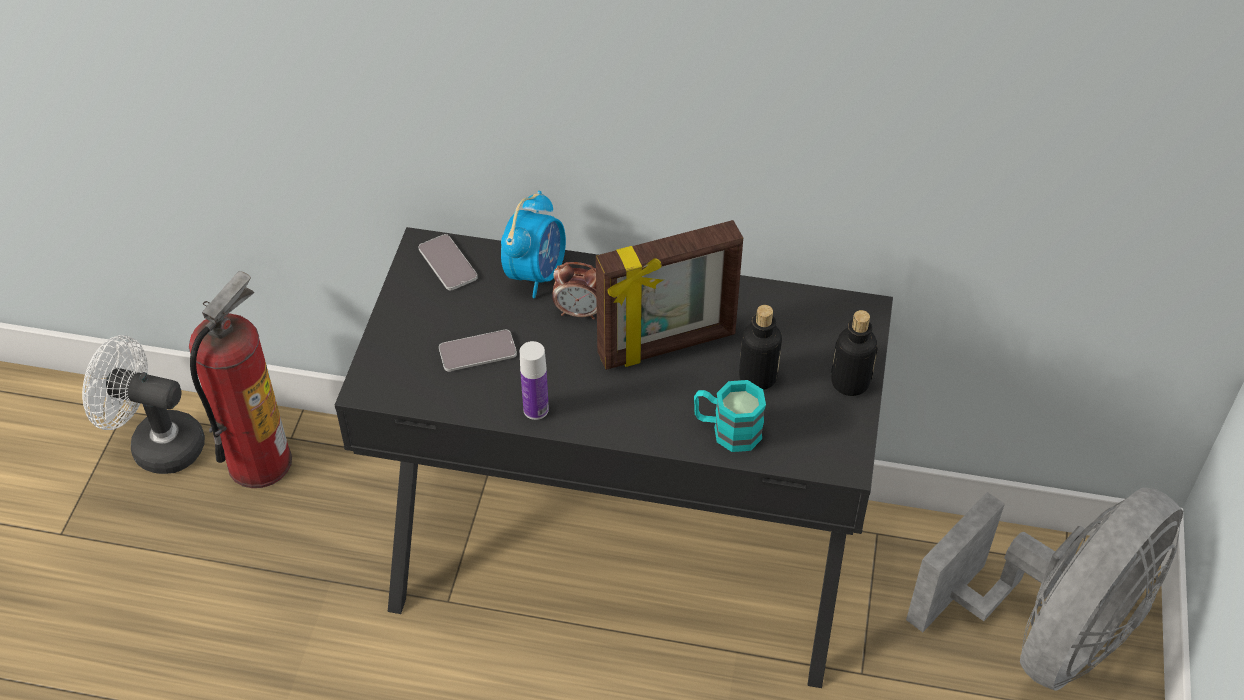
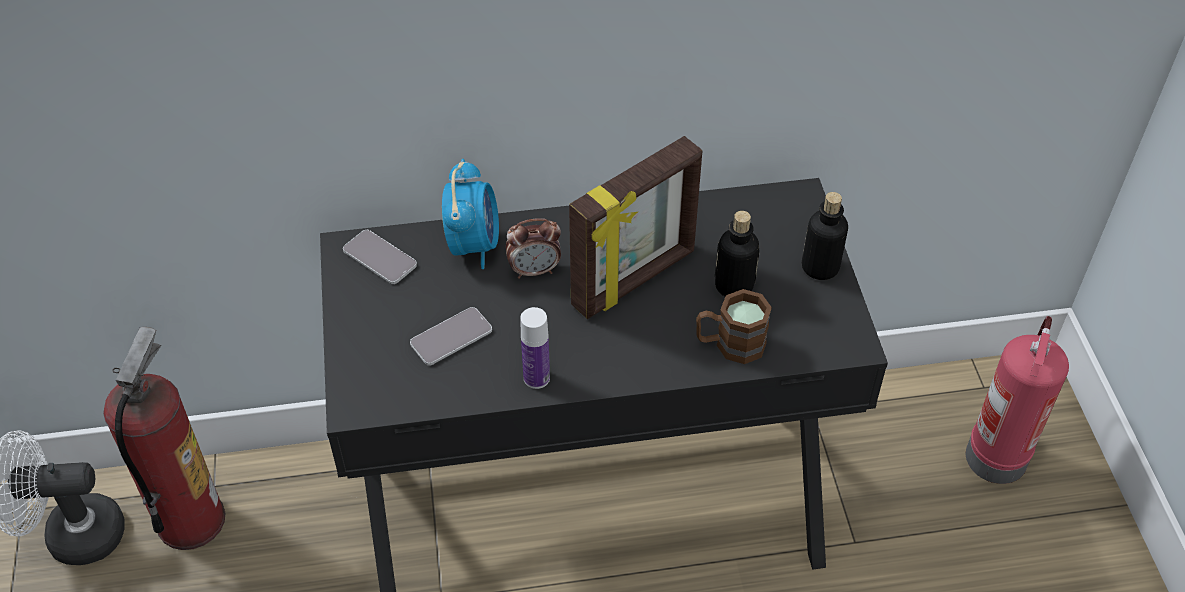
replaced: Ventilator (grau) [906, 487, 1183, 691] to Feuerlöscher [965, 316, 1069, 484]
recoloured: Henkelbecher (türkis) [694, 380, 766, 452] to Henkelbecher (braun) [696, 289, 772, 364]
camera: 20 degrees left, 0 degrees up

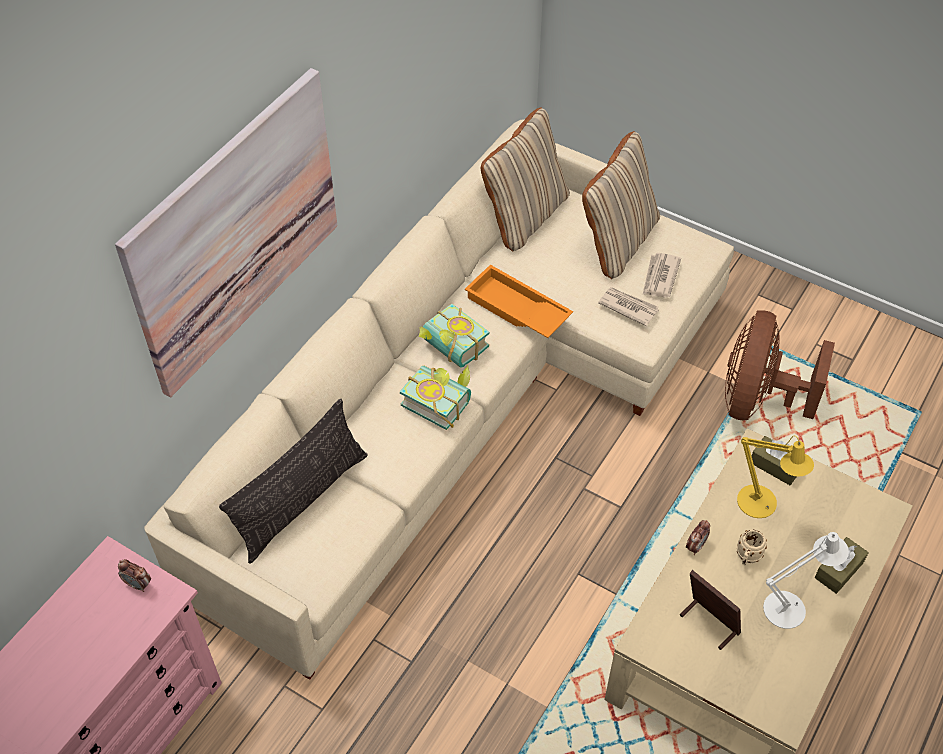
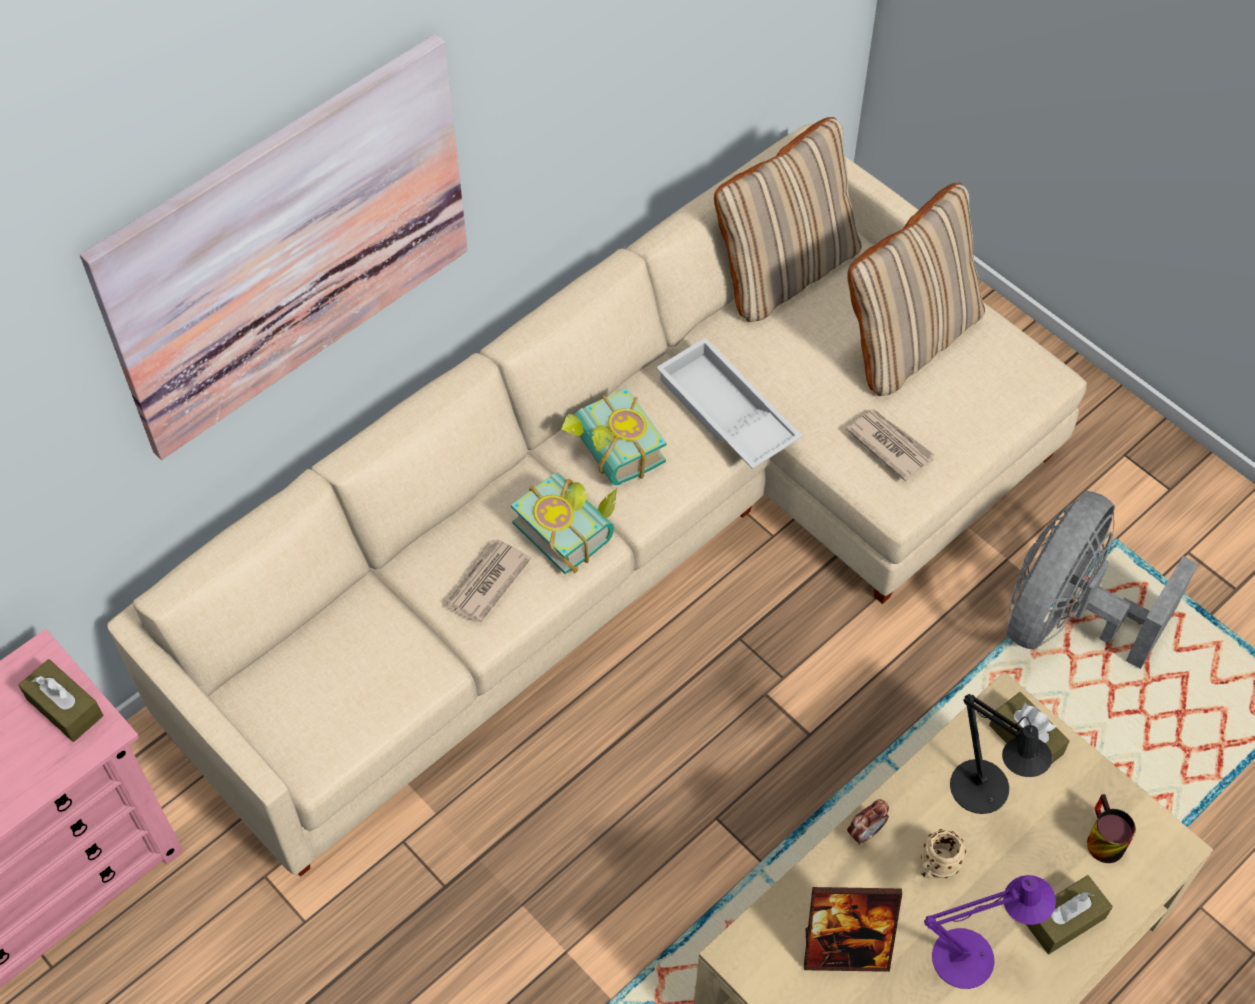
removed: Kissen [219, 399, 368, 563]
added: Henkelbecher [1087, 794, 1136, 863]
moved: Zeitung [643, 253, 681, 297] to [445, 539, 531, 622]
replaced: Wecker [118, 559, 151, 592] to Taschentuchbox (braun) [18, 659, 103, 742]
recoloured: Tablett (orange) [465, 265, 573, 338] to Tablett (weiß) [656, 337, 802, 469]; Ventilator (braun) [725, 310, 835, 420] to Ventilator (grau) [1007, 491, 1198, 669]; Tischlampe (gelb) [737, 435, 814, 518] to Tischlampe (schwarz) [950, 694, 1052, 814]; Tischlampe (weiß) [763, 532, 849, 629] to Tischlampe (lila) [924, 875, 1056, 989]
turned: Bilderrahmen [680, 570, 741, 650] = [804, 887, 902, 972] 120 degrees clockwise
camera: 15 degrees right, 5 degrees up

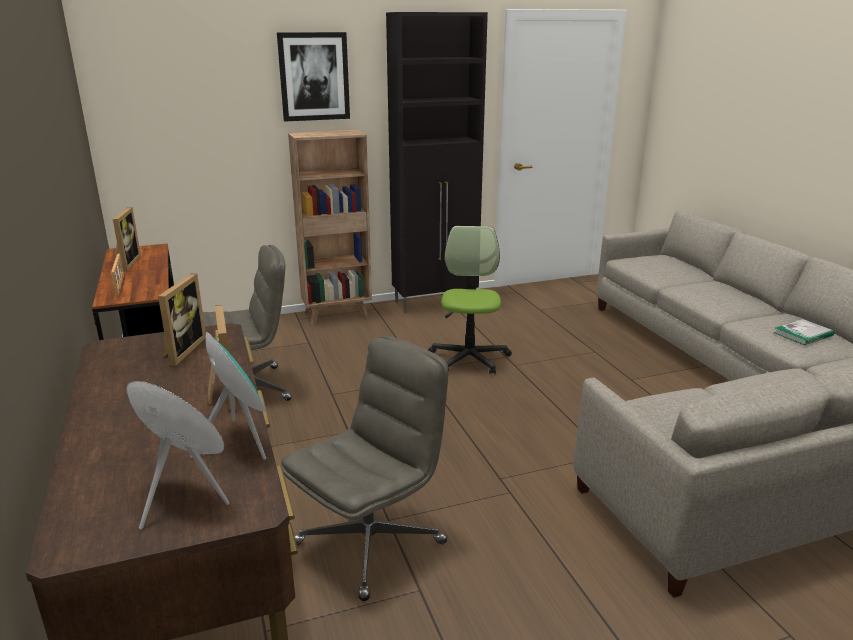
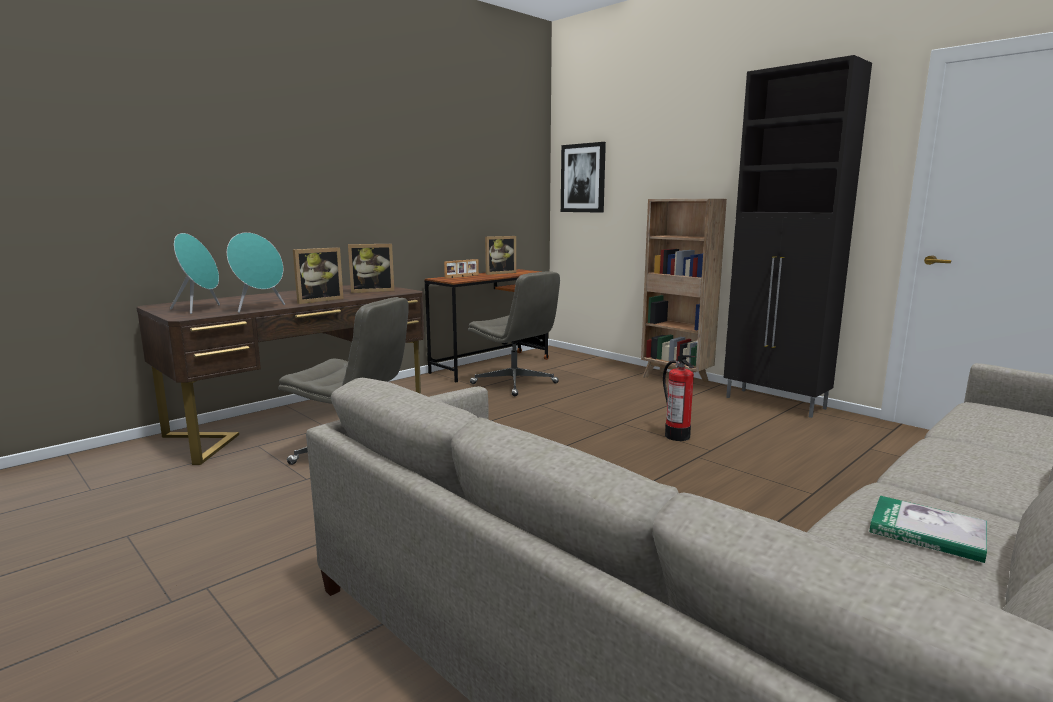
moved: Bild [277, 32, 350, 121] to [561, 142, 606, 213]
replaced: Bürostuhl [428, 226, 512, 374] to Feuerlöscher [663, 355, 696, 441]
camera: 65 degrees right, 10 degrees down

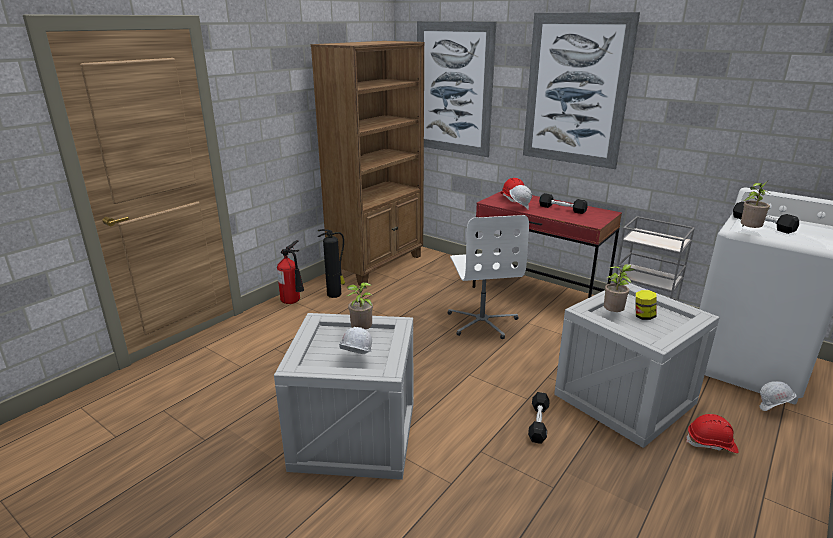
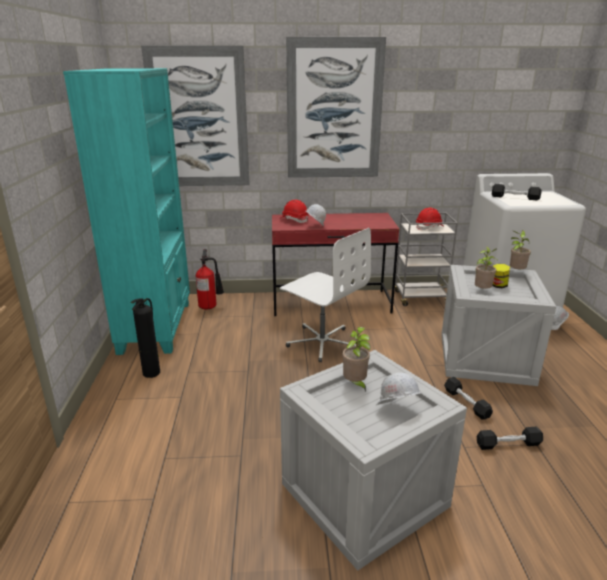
moved: Topfpflanze [741, 181, 770, 228] to [510, 230, 531, 269]; Hantel (schwarz) [539, 193, 588, 214] to [477, 427, 543, 450]; Feuerlöscher [277, 240, 304, 304] to [196, 249, 224, 310]; Schutzhelm (rot) [686, 414, 738, 453] to [416, 207, 443, 230]
recoloured: Bücherregal (braun) [311, 41, 424, 286] to Bücherregal (türkis) [63, 68, 190, 355]
camera: 40 degrees left, 0 degrees up

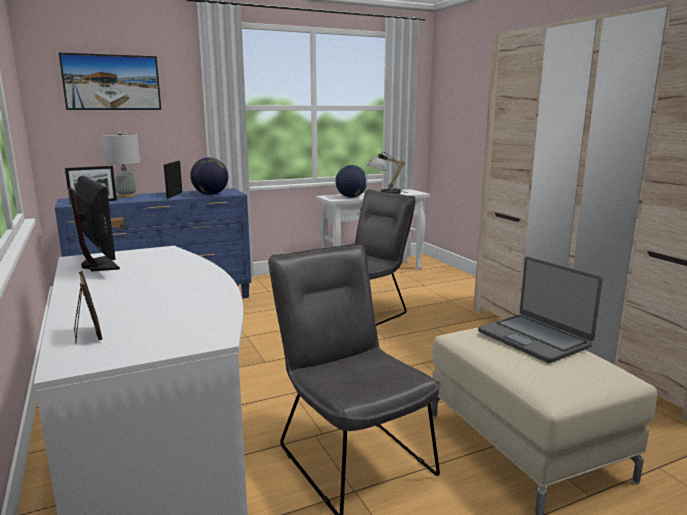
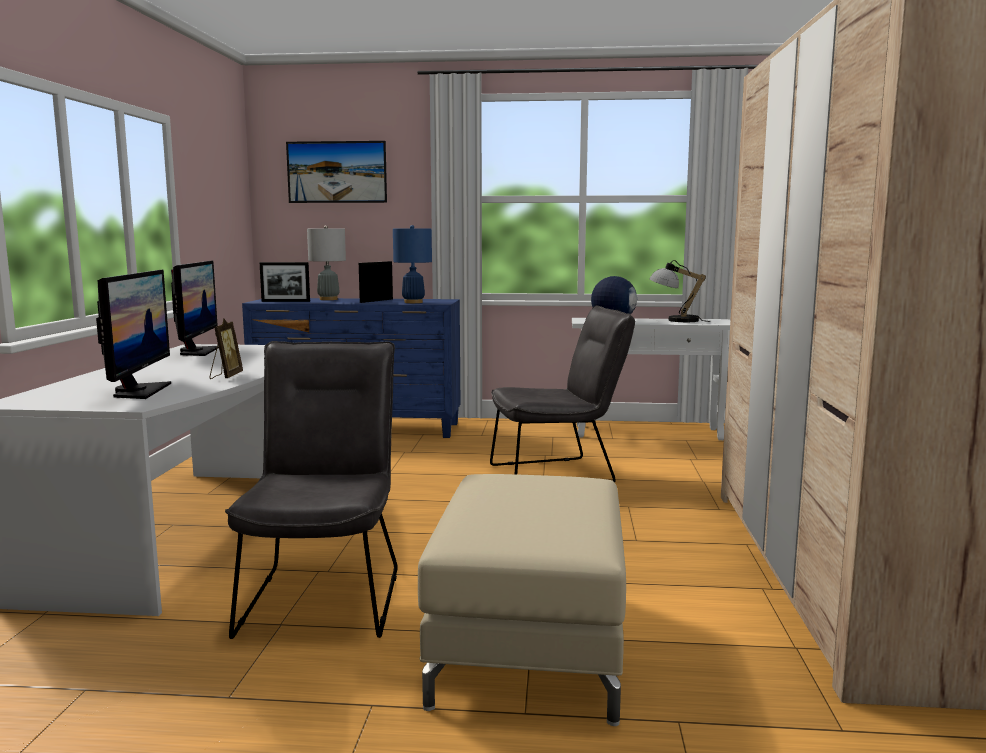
removed: Laptop [478, 257, 603, 363]
added: Monitor [96, 270, 171, 399]
moved: Bilderrahmen [74, 271, 103, 344] to [210, 318, 243, 379]
replaced: Globus [190, 157, 228, 195] to Tischlampe (blau) [393, 225, 432, 303]
camera: 30 degrees right, 5 degrees down

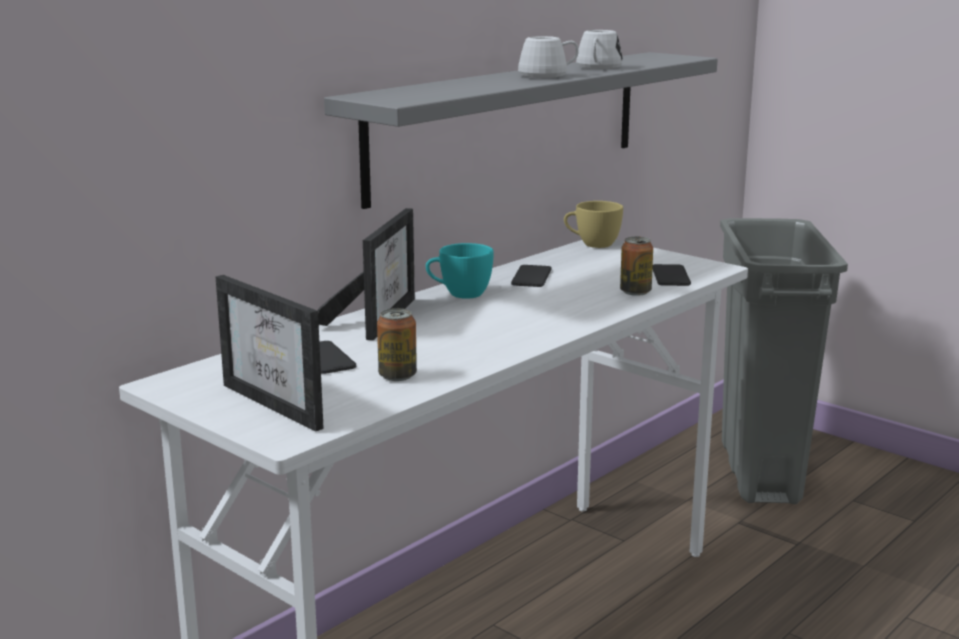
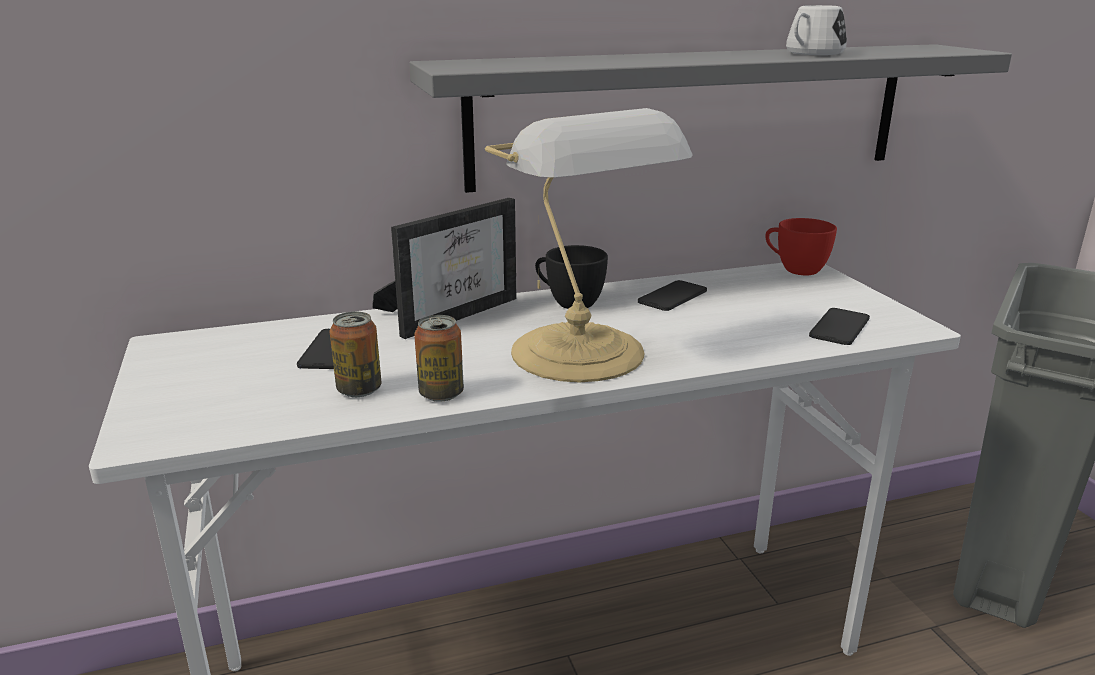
removed: Henkelbecher (weiß) [518, 36, 579, 78]; Bilderrahmen [216, 275, 324, 432]
added: Tischlampe [485, 108, 693, 383]
moved: Dose [620, 237, 653, 296] to [414, 315, 464, 402]
recoloured: Tasse (gelb) [564, 201, 623, 248] to Tasse (rot) [765, 218, 837, 275]; Tasse (türkis) [426, 243, 494, 299] to Tasse (schwarz) [535, 245, 608, 309]
camera: 30 degrees right, 5 degrees up

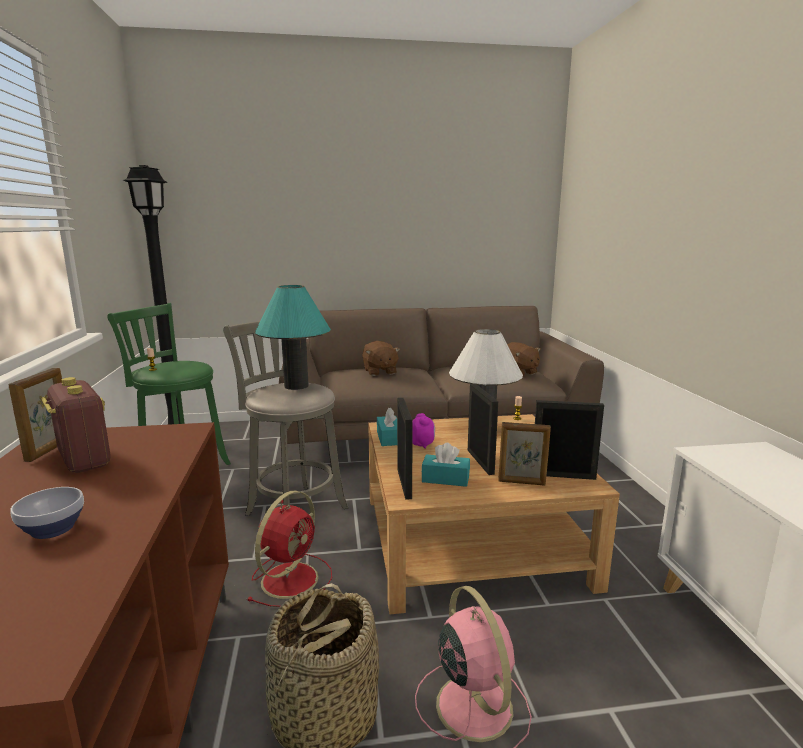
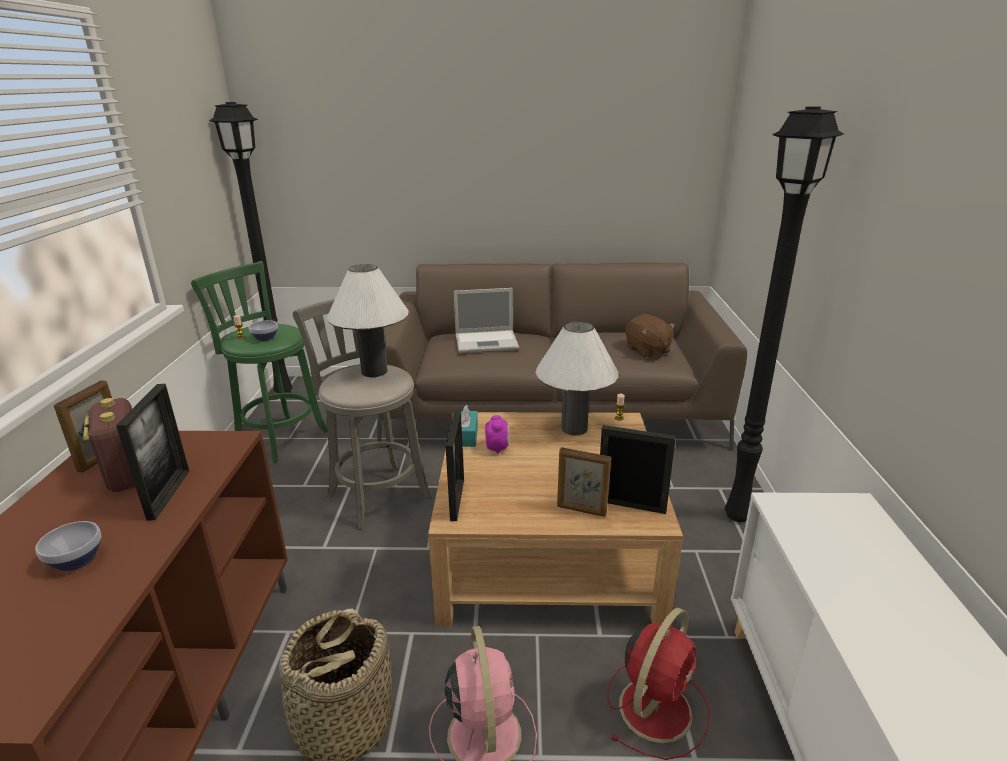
removed: Taschentuchbox (türkis) [422, 443, 470, 487]
added: Stehlampe (schwarz) [725, 106, 844, 522]; Schüssel [249, 320, 278, 341]
moved: Bilderrahmen [468, 384, 498, 475] to [116, 384, 189, 521]; Ventilator (rot) [247, 490, 332, 607] to [607, 607, 710, 760]
replaced: Plüschtier (braun) [362, 341, 400, 376] to Laptop [454, 288, 519, 353]
recoloured: Tischlampe (türkis) [255, 285, 331, 390] to Tischlampe (weiß) [327, 264, 409, 377]
camera: 10 degrees right, 10 degrees up

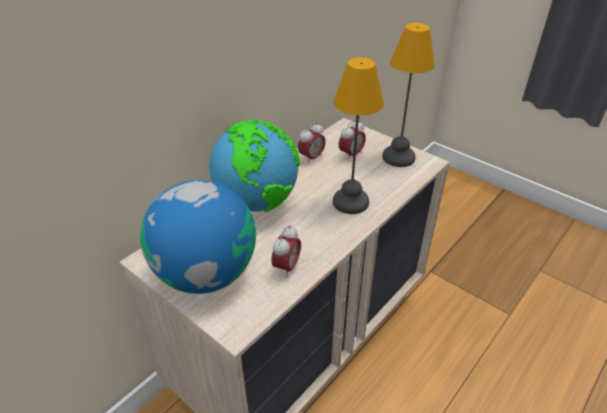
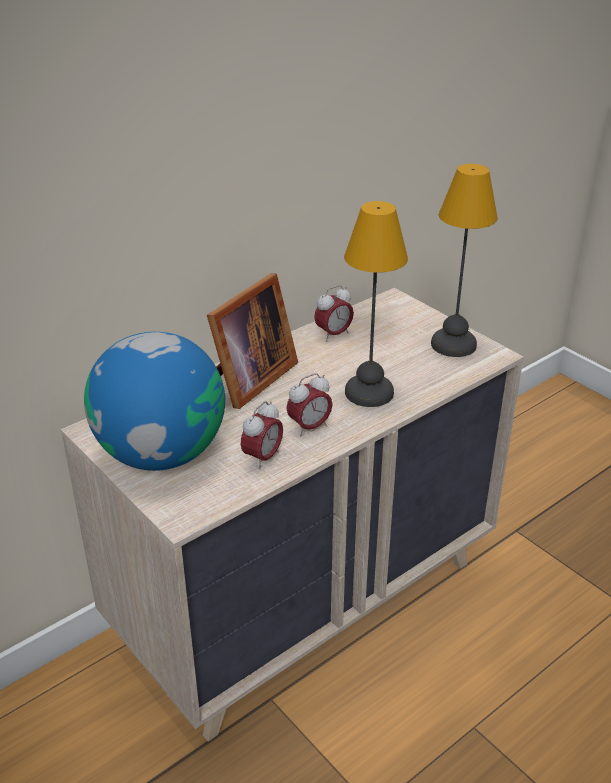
moved: Wecker [339, 120, 366, 161] to [286, 373, 333, 437]
replaced: Globus [209, 120, 300, 212] to Bilderrahmen [207, 273, 298, 409]
camera: 10 degrees right, 5 degrees down

